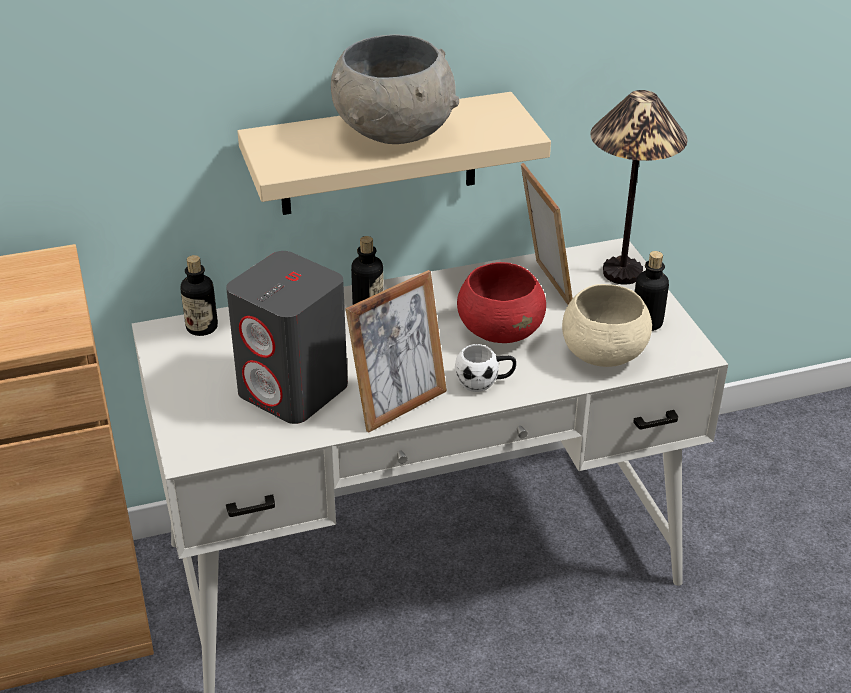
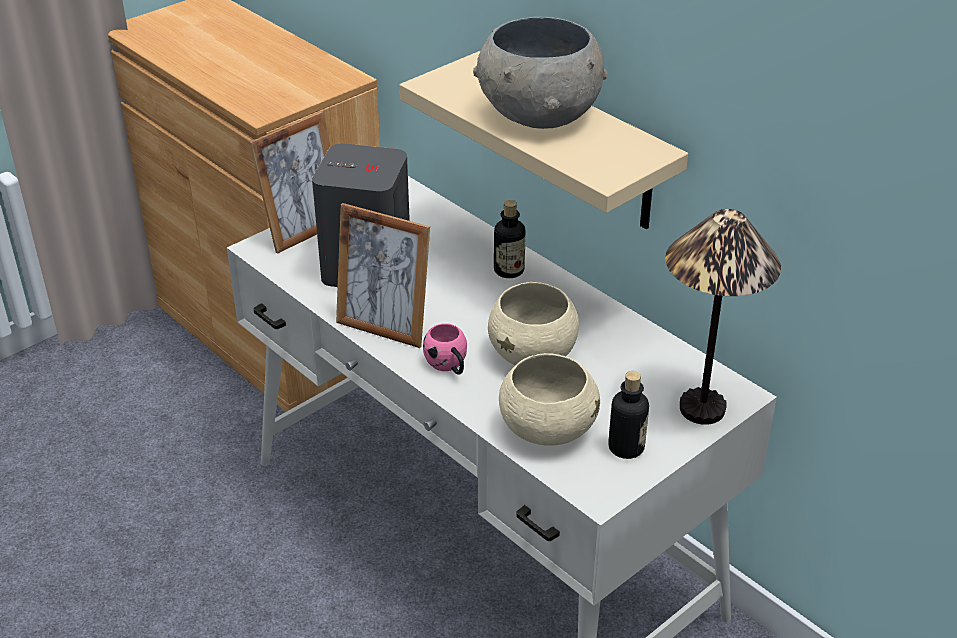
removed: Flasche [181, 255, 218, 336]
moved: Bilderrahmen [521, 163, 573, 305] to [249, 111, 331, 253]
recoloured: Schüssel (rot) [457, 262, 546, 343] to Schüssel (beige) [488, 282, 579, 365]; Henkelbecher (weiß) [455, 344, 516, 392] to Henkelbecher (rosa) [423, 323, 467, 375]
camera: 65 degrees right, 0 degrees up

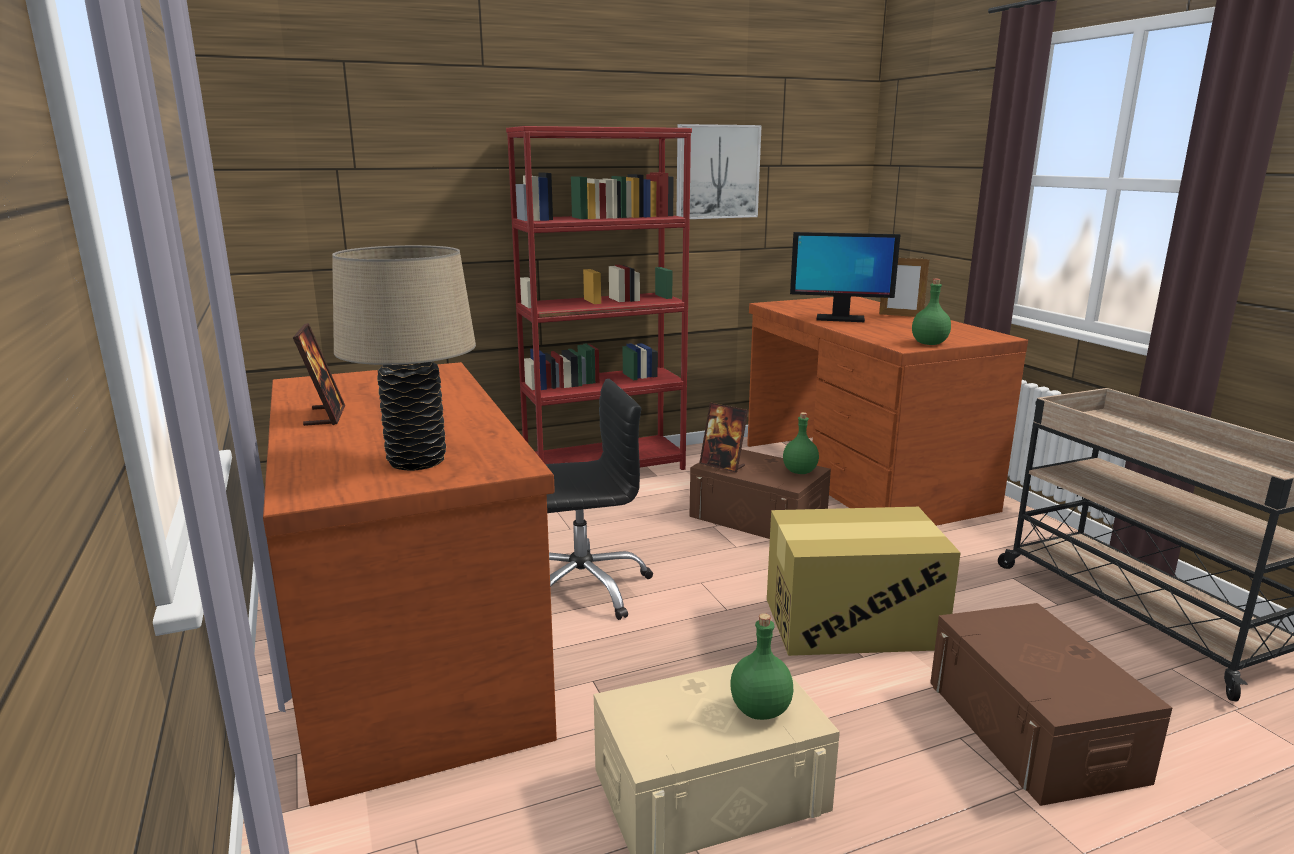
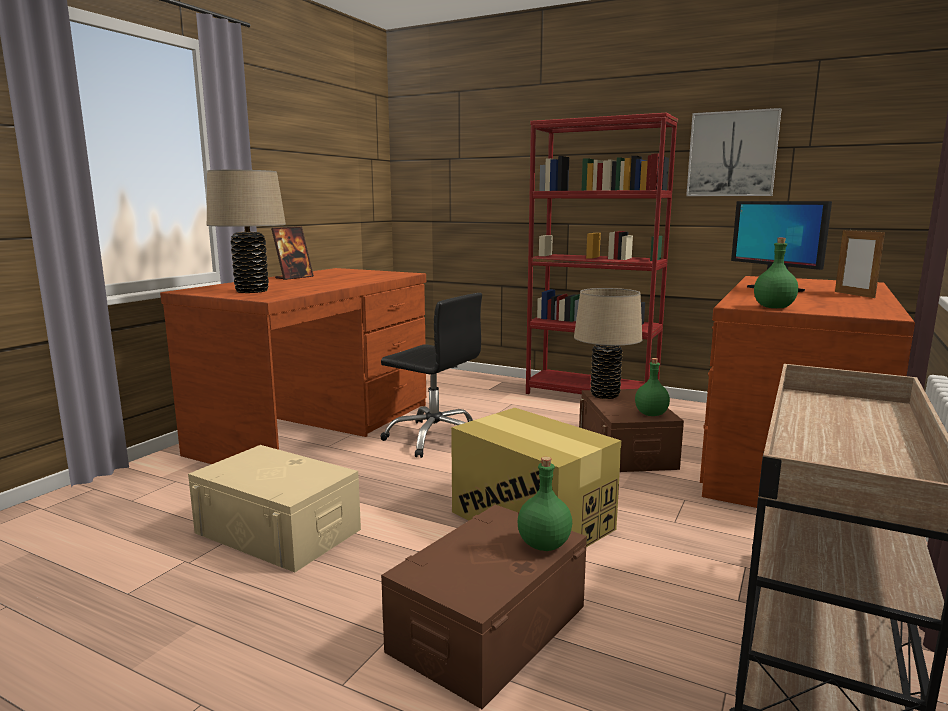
moved: Flasche (grün) [730, 613, 794, 720] to [517, 457, 572, 551]
replaced: Bilderrahmen [699, 403, 748, 473] to Tischlampe (beige) [574, 288, 642, 399]
camera: 50 degrees right, 5 degrees down

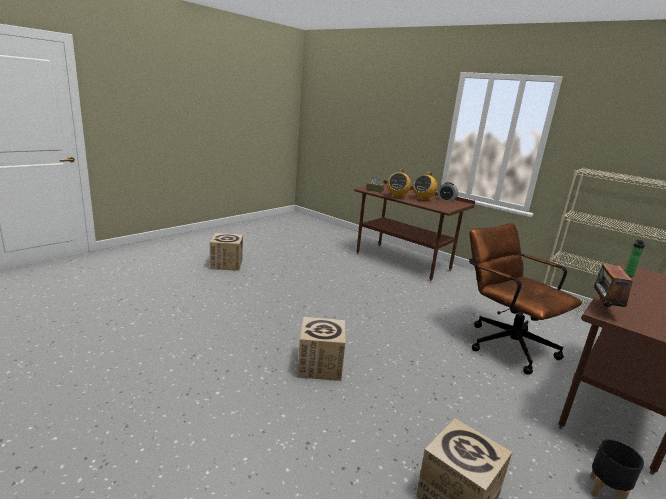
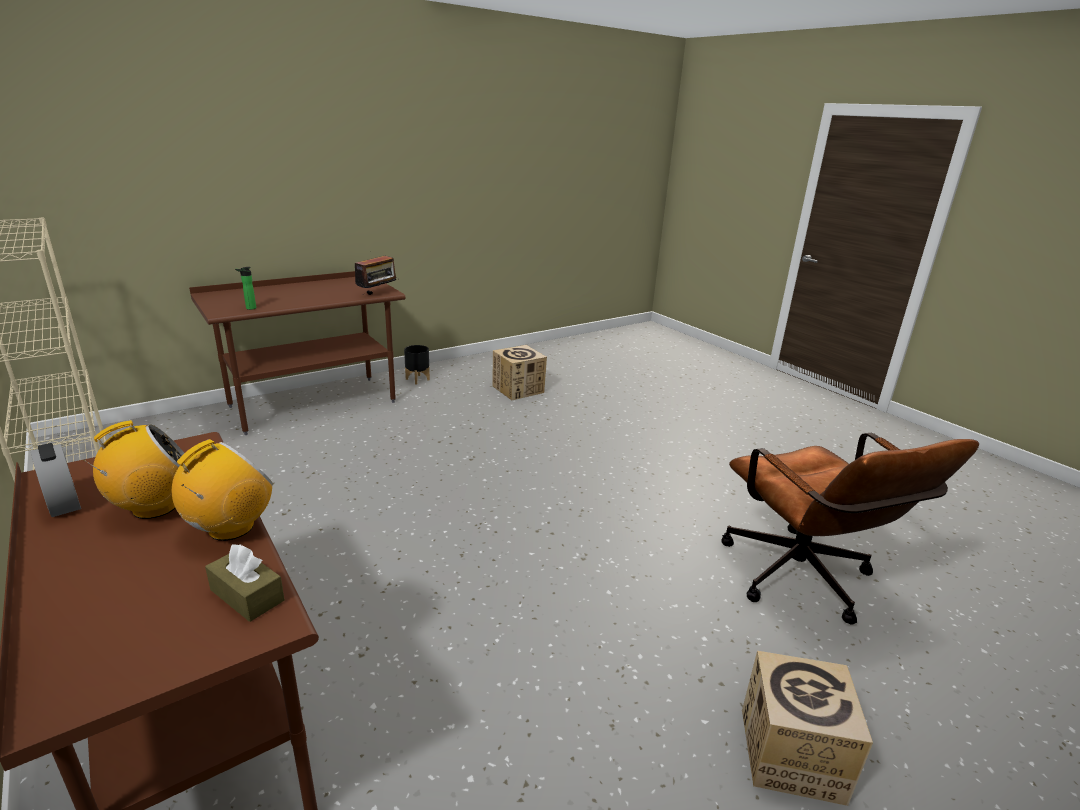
removed: Karton [297, 317, 345, 381]
moved: Bürostuhl (braun) [469, 223, 582, 375] to [721, 433, 979, 625]
camera: 165 degrees left, 5 degrees up

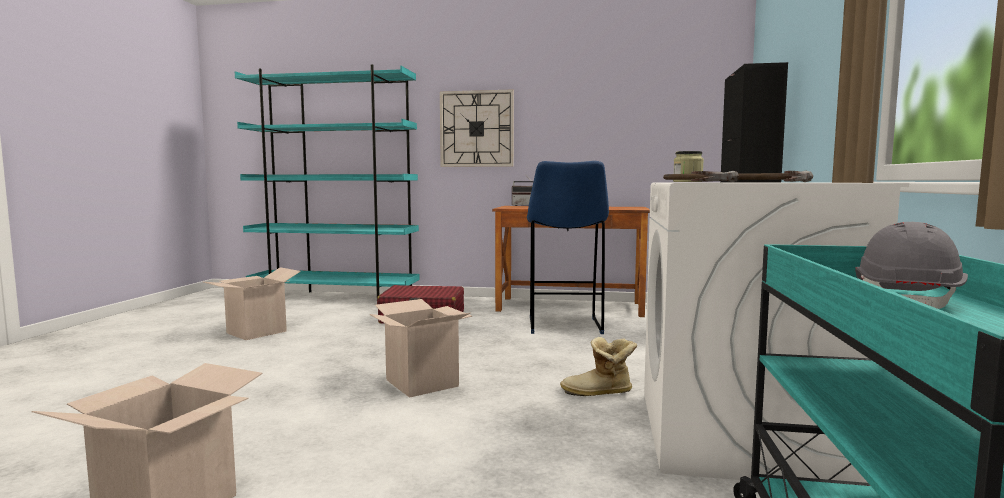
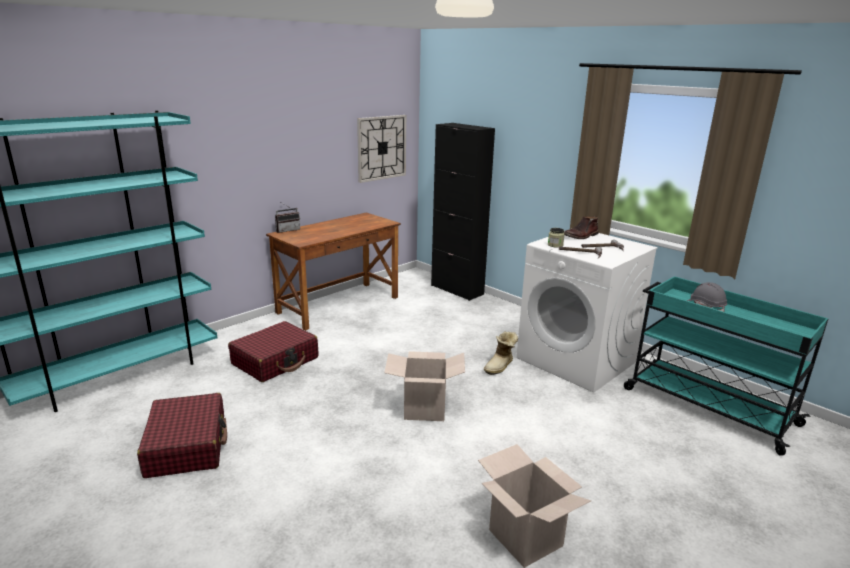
removed: Hocker (blau) [527, 161, 609, 334]
added: Stiefel (braun) [564, 216, 599, 239]
moved: Wanduhr [440, 89, 514, 167] to [357, 115, 406, 183]
replaced: Karton [204, 267, 301, 340] to Koffer (rot) [137, 393, 227, 478]
camera: 55 degrees left, 15 degrees up

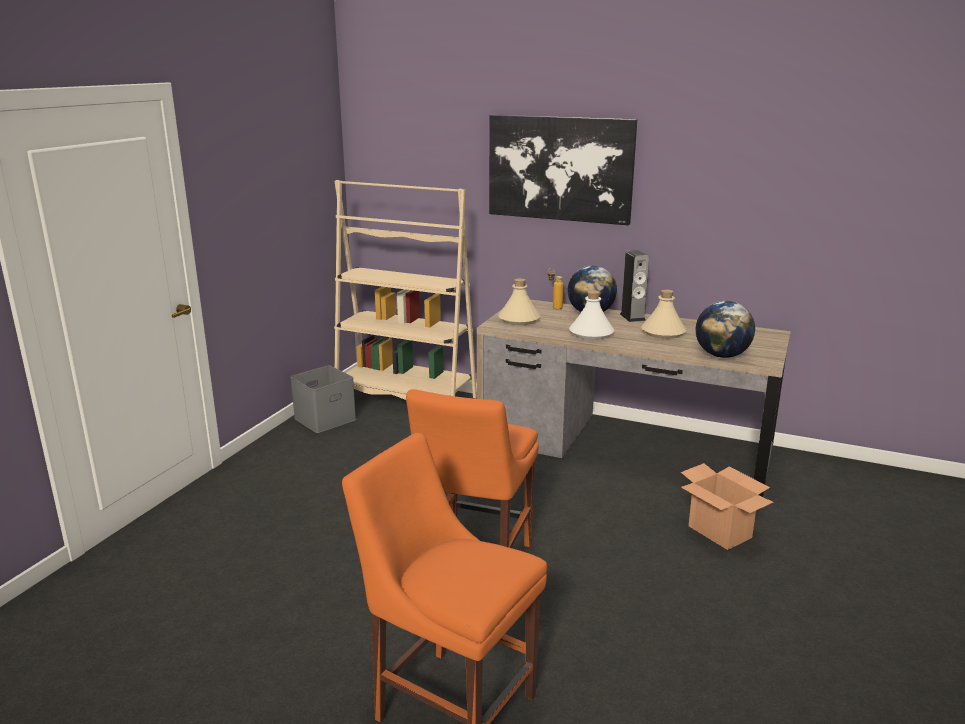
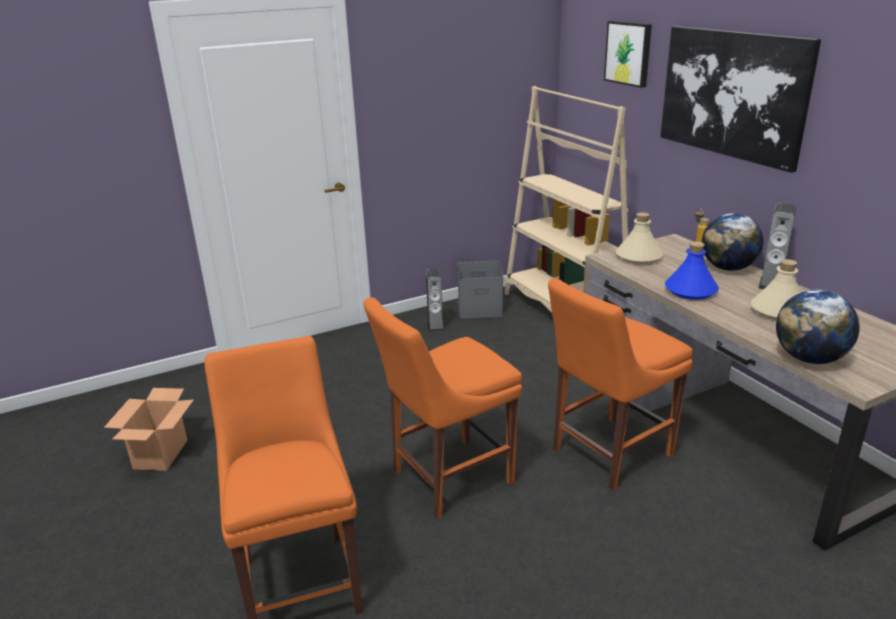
added: Bild [604, 21, 652, 88]; Lautsprecher [426, 269, 444, 332]; Stuhl (orange) [548, 278, 693, 491]
moved: Karton [681, 463, 773, 550] to [104, 388, 194, 471]
recoloured: Flasche (weiß) [569, 290, 614, 340] to Flasche (blau) [665, 242, 719, 300]
camera: 40 degrees right, 5 degrees up

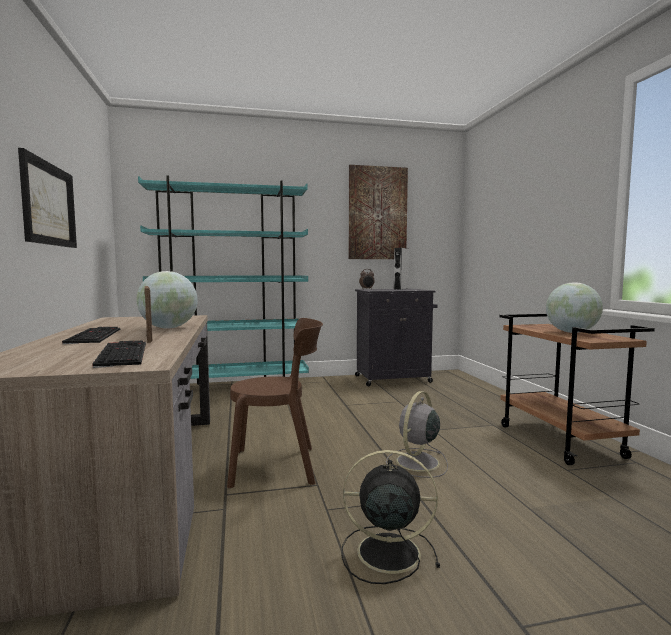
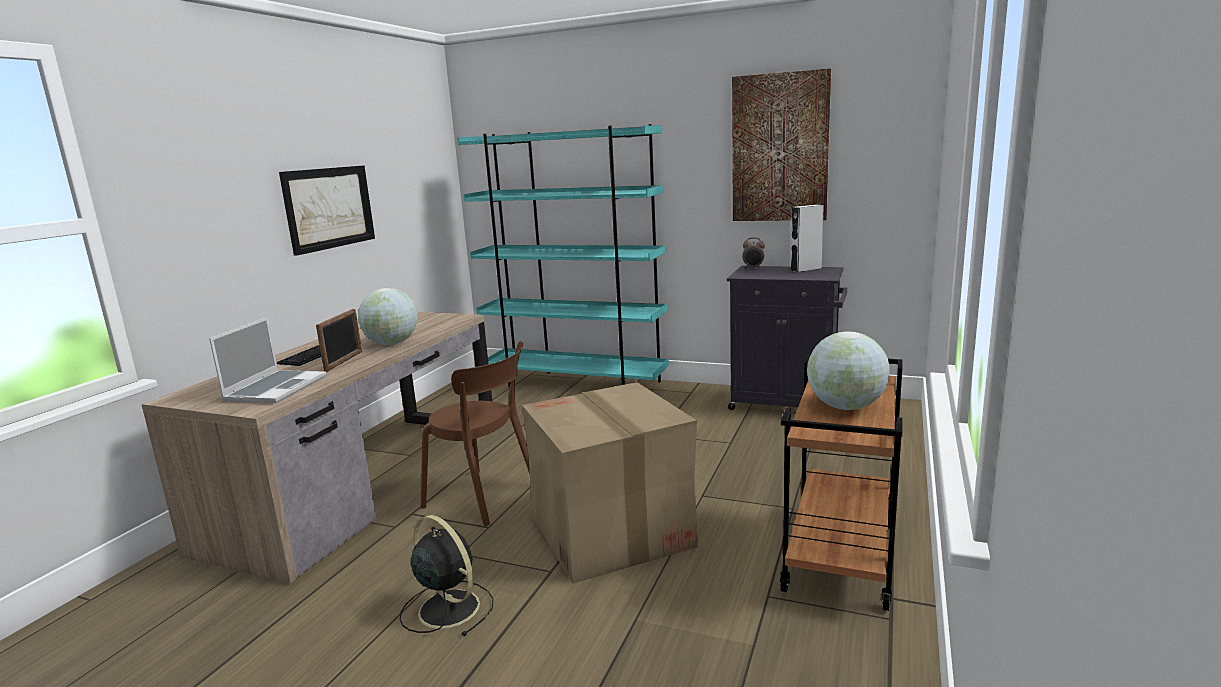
replaced: Tastatur [92, 340, 146, 368] to Laptop [209, 317, 326, 403]; Ventilator (grau) [386, 391, 448, 478] to Karton [522, 382, 698, 583]
camera: 35 degrees right, 10 degrees up

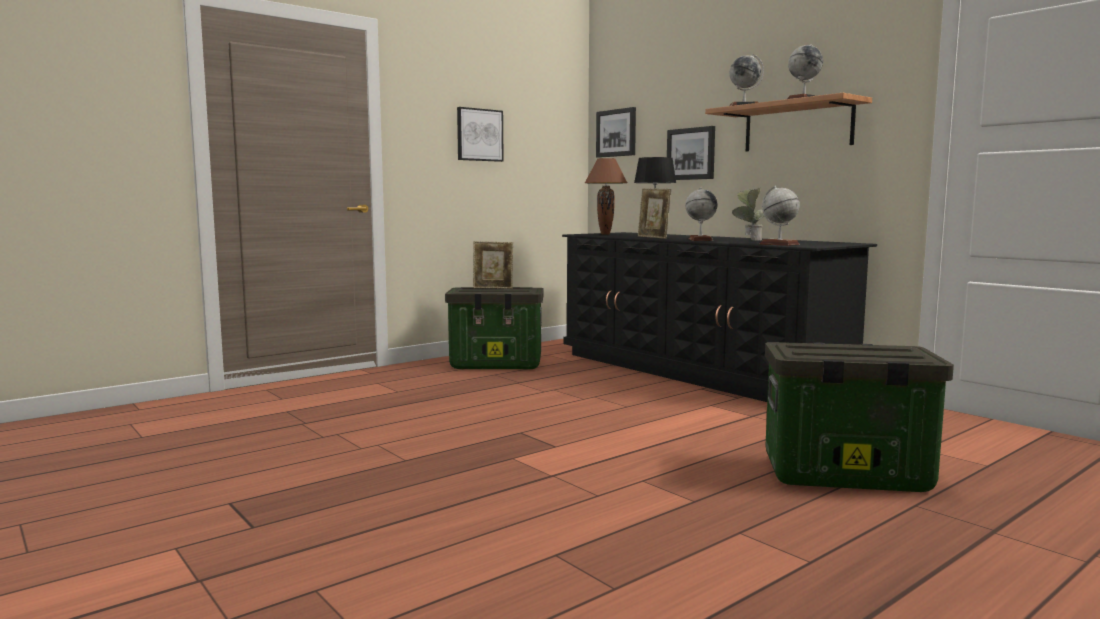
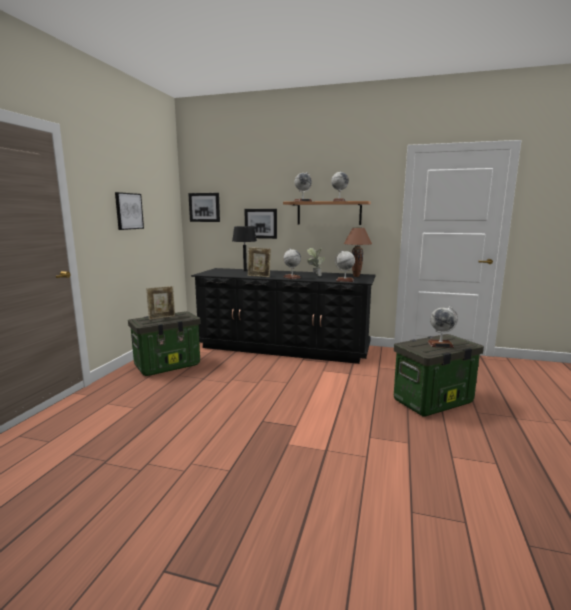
added: Globus [428, 307, 458, 348]
moved: Tischlampe (braun) [585, 158, 627, 235] to [344, 228, 372, 277]
camera: 35 degrees left, 5 degrees up

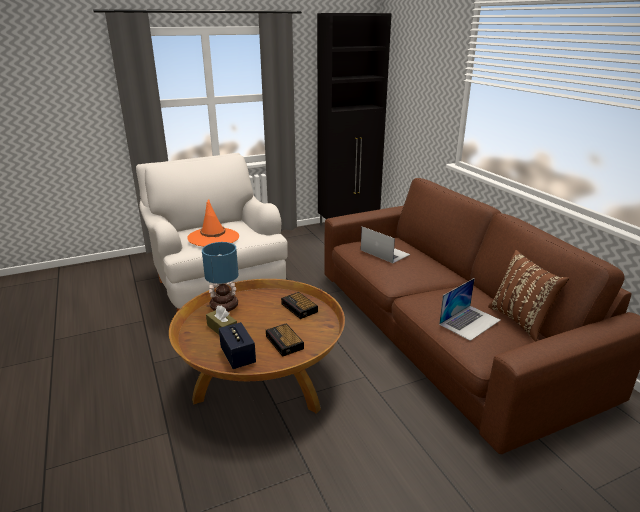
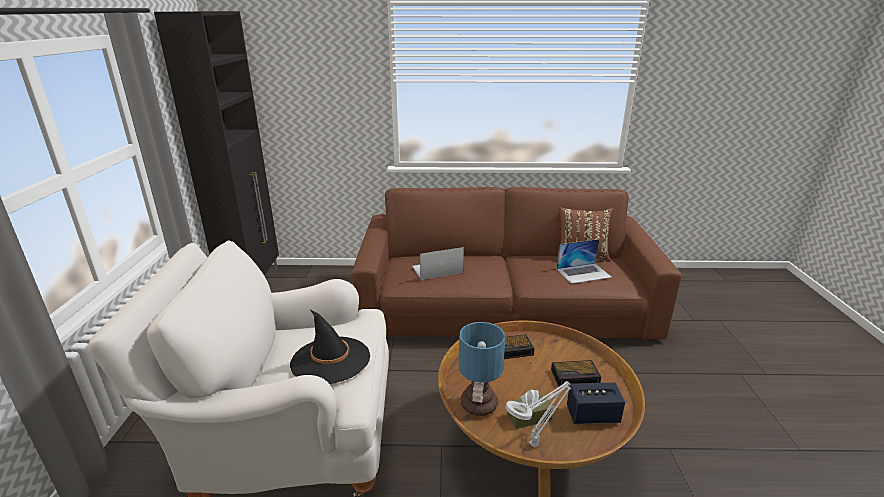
added: Tischlampe (grau) [505, 381, 571, 448]
recoloured: Hut (orange) [187, 199, 239, 247] to Hut (schwarz) [290, 310, 370, 384]
turned: Laptop [439, 278, 501, 341] = [556, 239, 612, 284] 90 degrees clockwise
camera: 65 degrees left, 0 degrees up

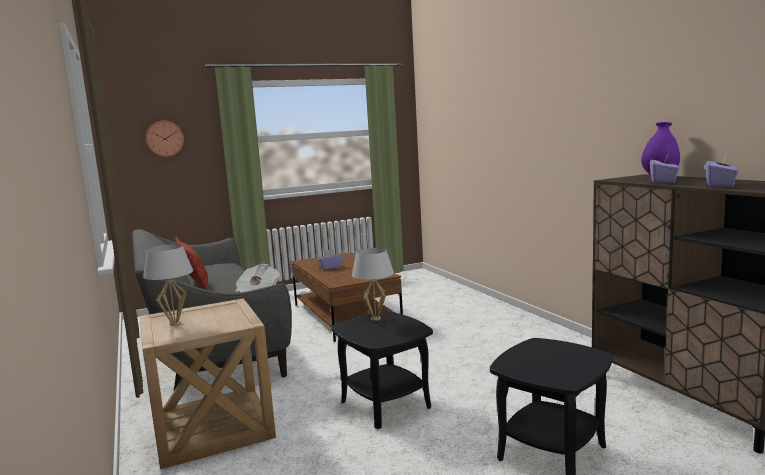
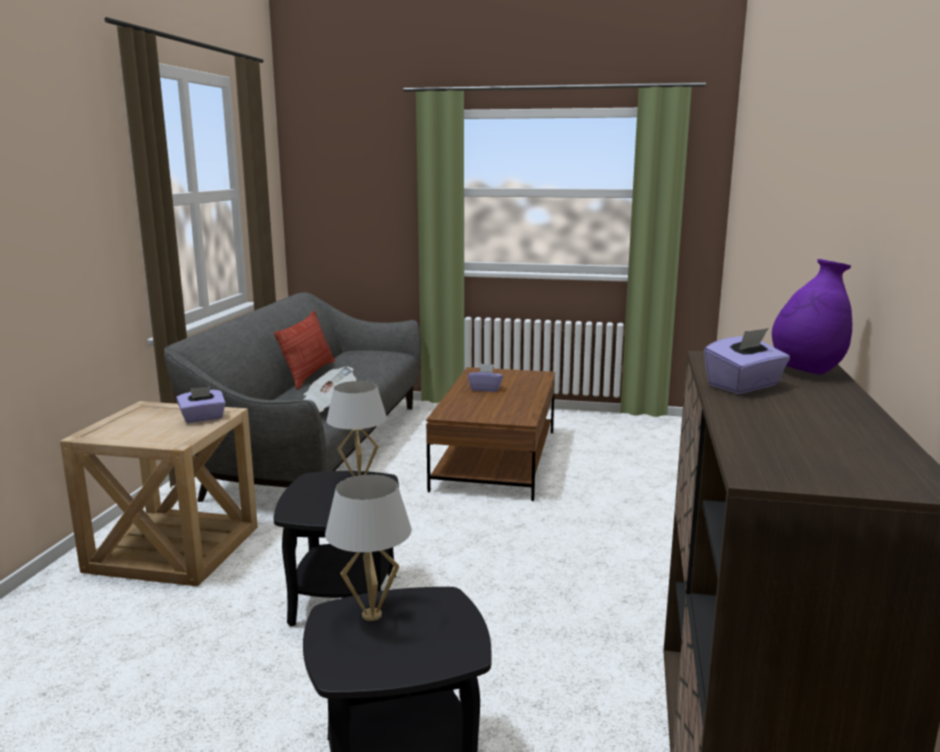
removed: Wanduhr [145, 121, 184, 157]
moved: Taschentuchbox (lila) [706, 155, 739, 187] to [176, 387, 226, 423]; Tischlampe (weiß) [143, 244, 193, 326] to [325, 475, 412, 621]
camera: 35 degrees right, 5 degrees up

